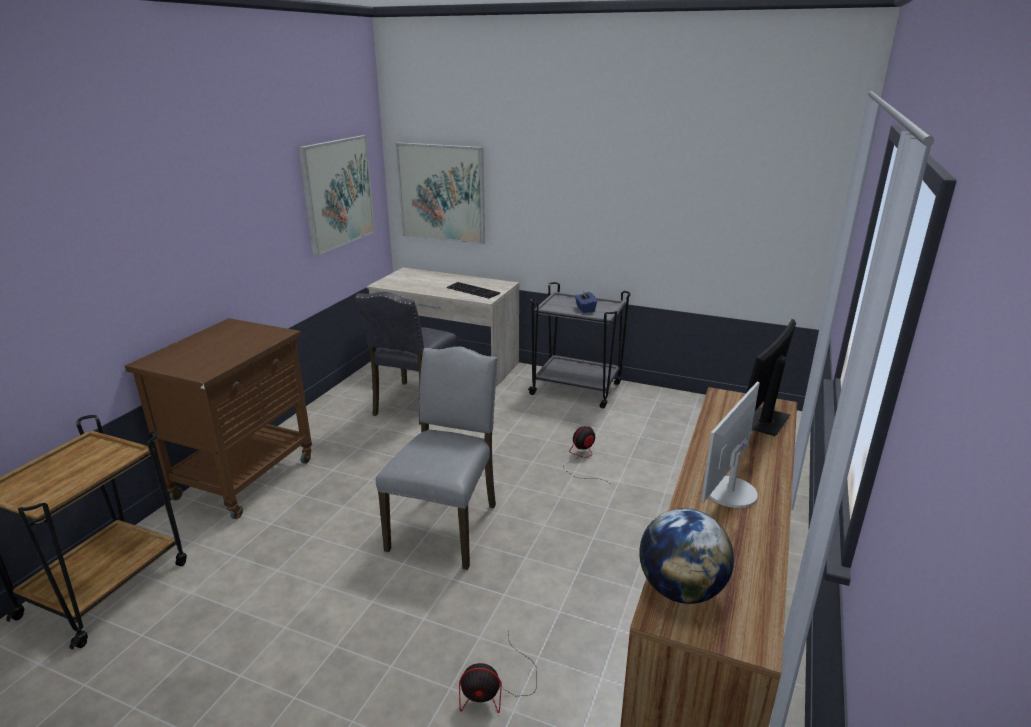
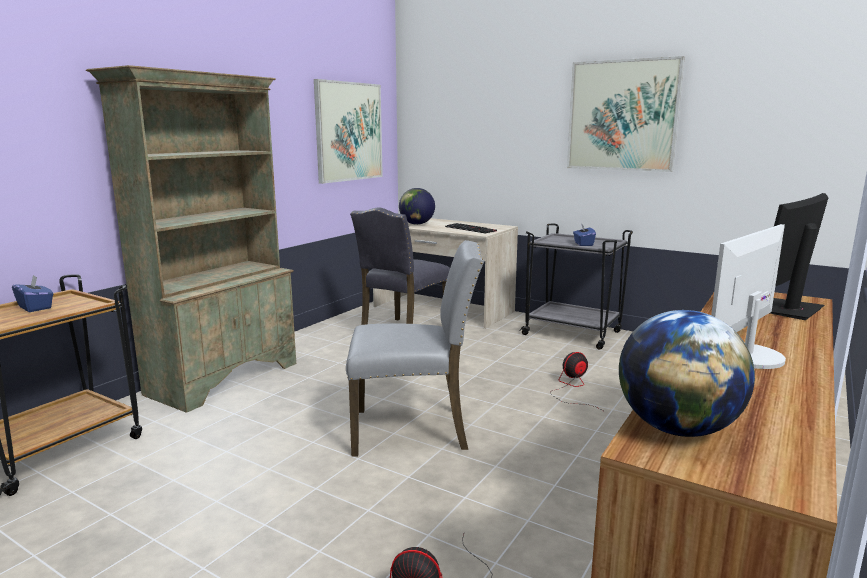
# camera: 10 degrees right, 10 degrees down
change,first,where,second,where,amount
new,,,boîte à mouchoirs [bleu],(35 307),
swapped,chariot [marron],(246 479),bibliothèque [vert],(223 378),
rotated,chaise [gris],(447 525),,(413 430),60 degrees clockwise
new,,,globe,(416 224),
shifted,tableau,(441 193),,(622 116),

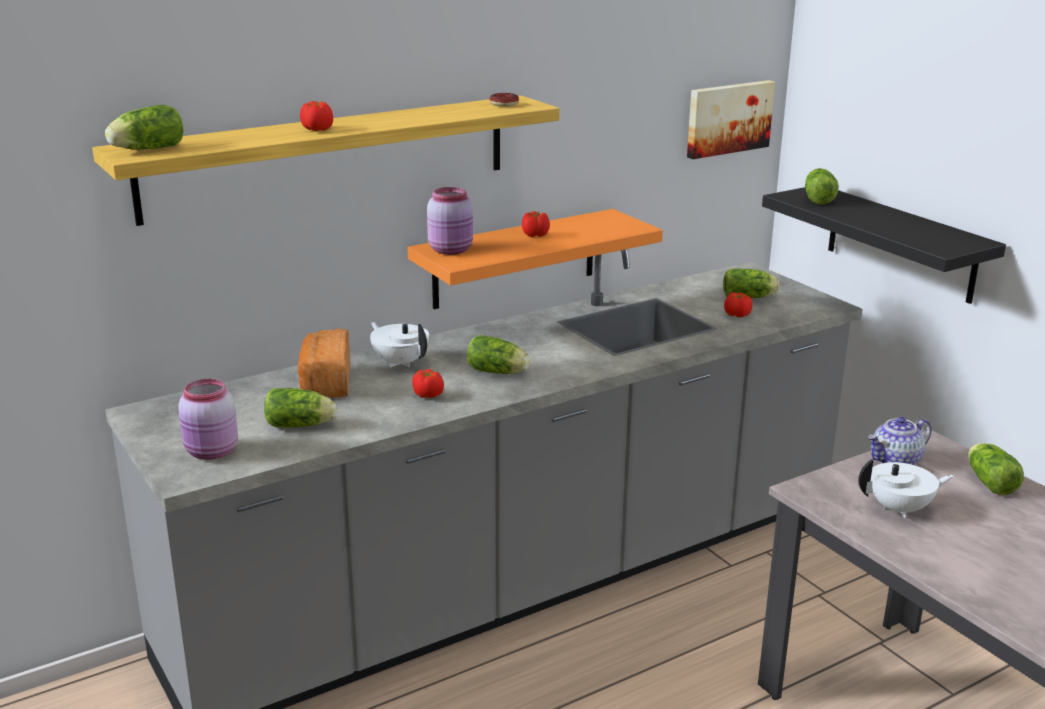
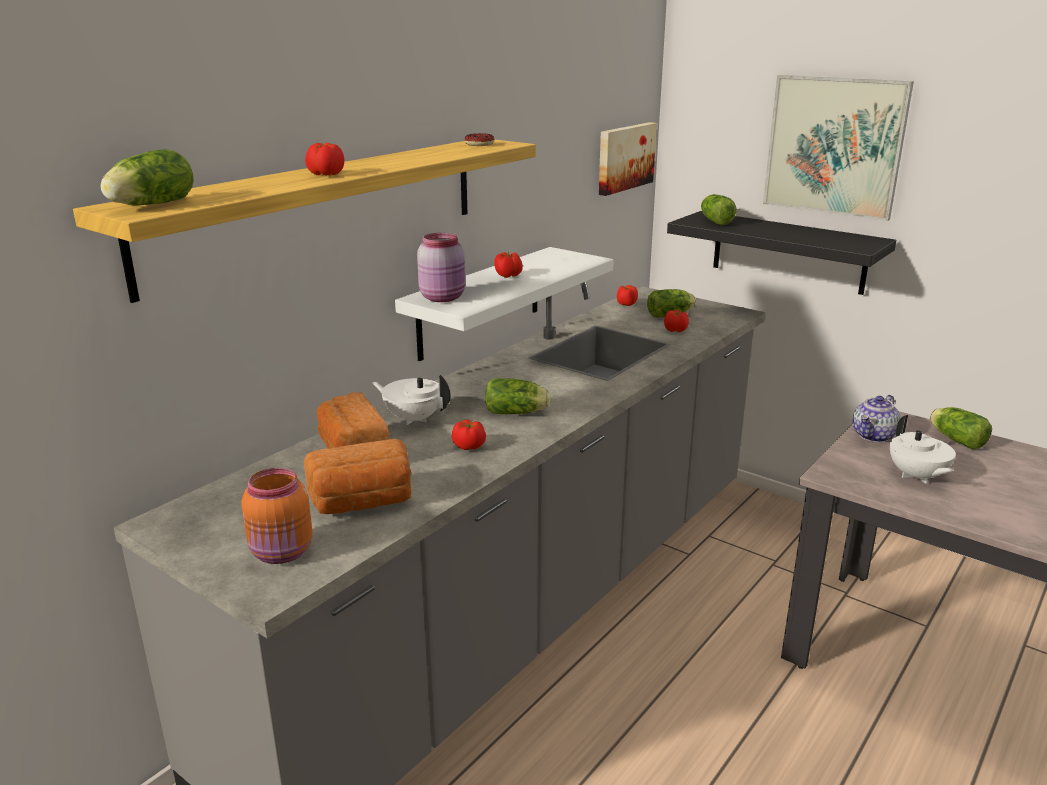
# camera: 20 degrees left, 0 degrees up
change,first,where,second,where,amount
repainted,bocal [rose],(212 452),bocal [orange],(283 553),
swapped,laitue,(302 425),pain,(362 502),
repainted,étagère [orange],(515 259),étagère [blanc],(480 302),
new,,,tomate,(626 304),
new,,,tableau,(834 146),
rotated,théière [blanc],(900 509),,(916 476),105 degrees clockwise

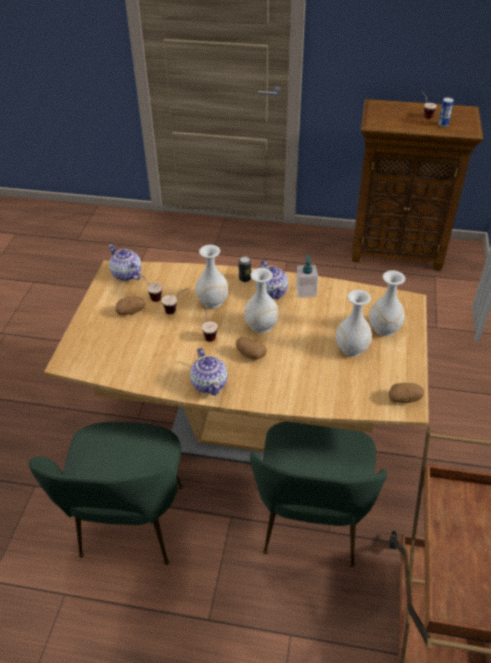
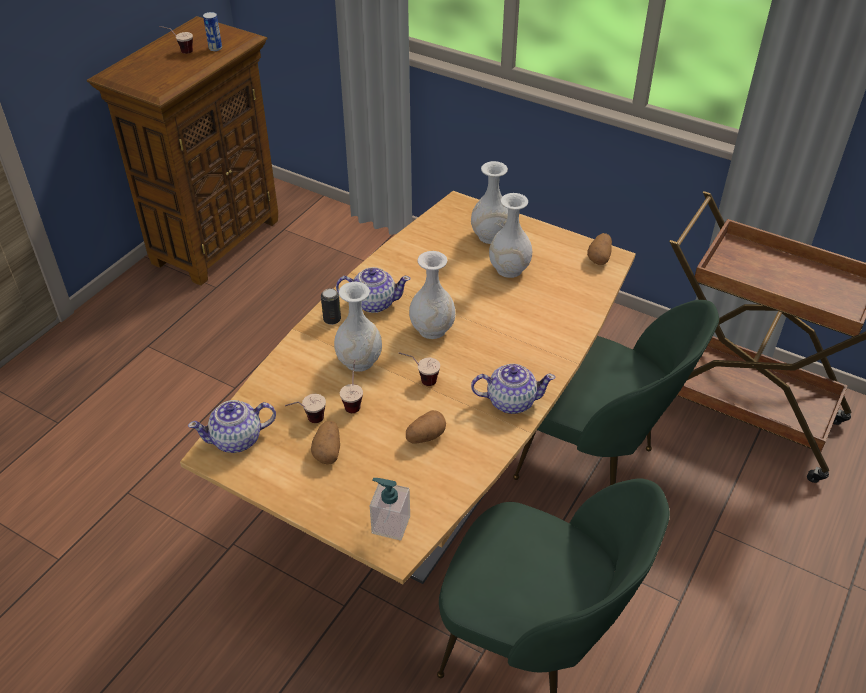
# camera: 70 degrees left, 0 degrees up
change,first,where,second,where,amount
shifted,distributeur de savon,(306 291),,(390 524),
shifted,pomme de terre,(250 354),,(425 436),

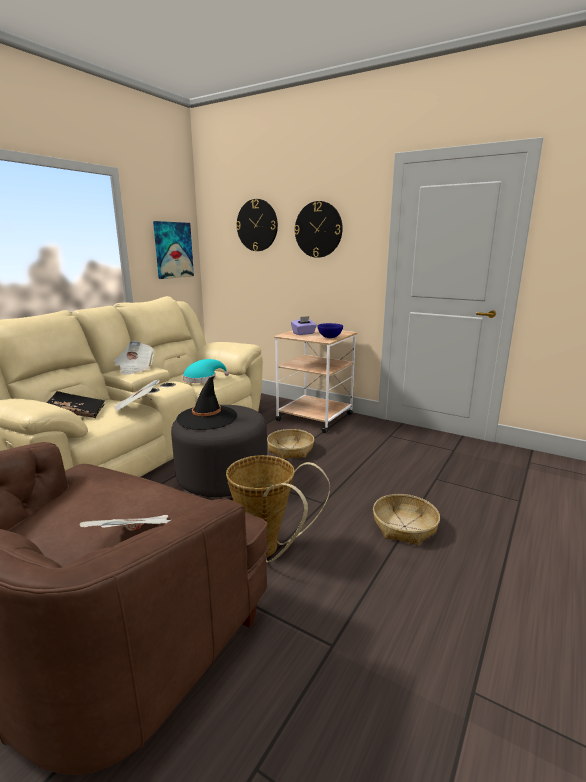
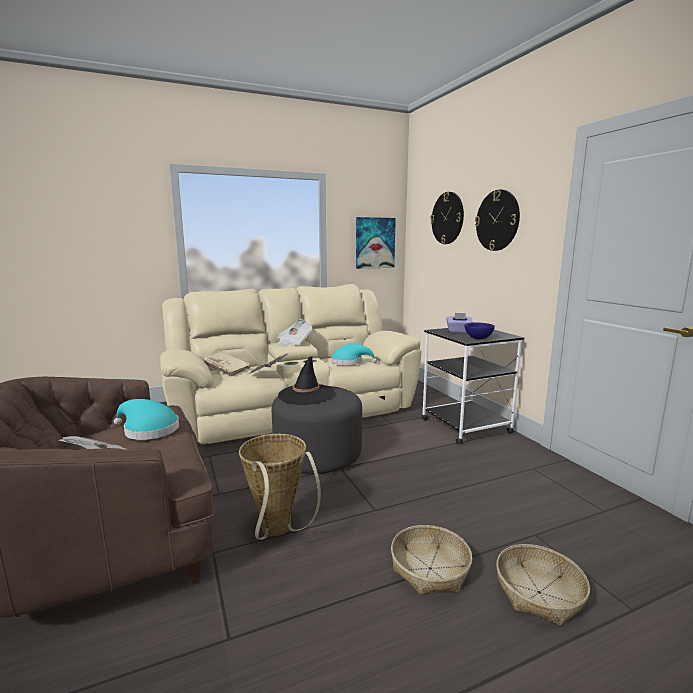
# camera: 35 degrees right, 5 degrees down
change,first,where,second,where,amount
new,,,chapeau [turquoise],(148 430),
repainted,livre [noir],(77 413),livre [beige],(226 370),
repainted,chariot [beige],(315 418),chariot [noir],(466 427),
shifted,panier,(290 450),,(538 592),

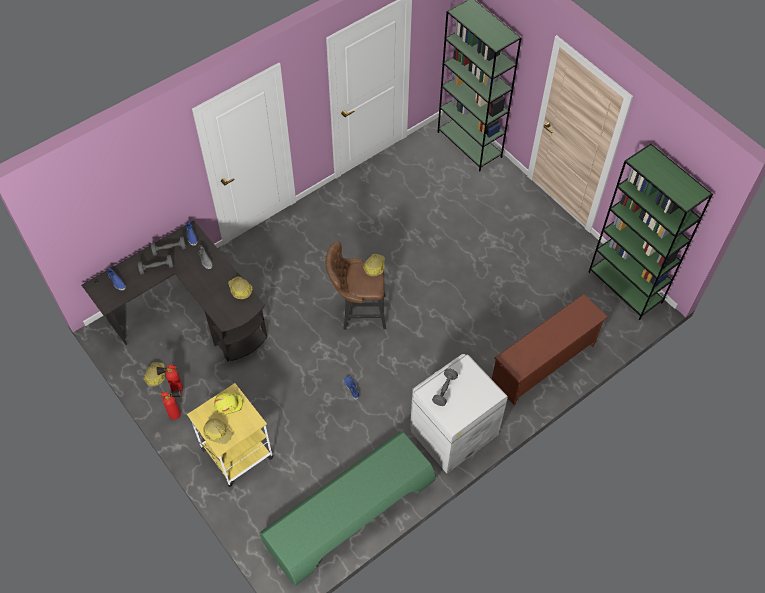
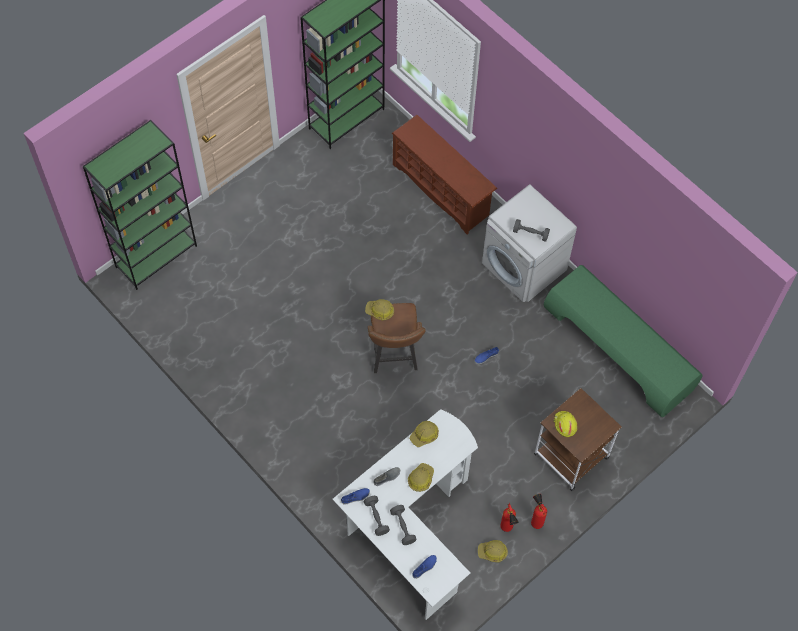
# camera: 95 degrees left, 5 degrees up
change,first,where,second,where,amount
repainted,bureau [noir],(192 313),bureau [blanc],(409 527),
shifted,casque de chantier,(217 433),,(420 479),
repainted,chariot [jaune],(236 452),chariot [marron],(570 457),

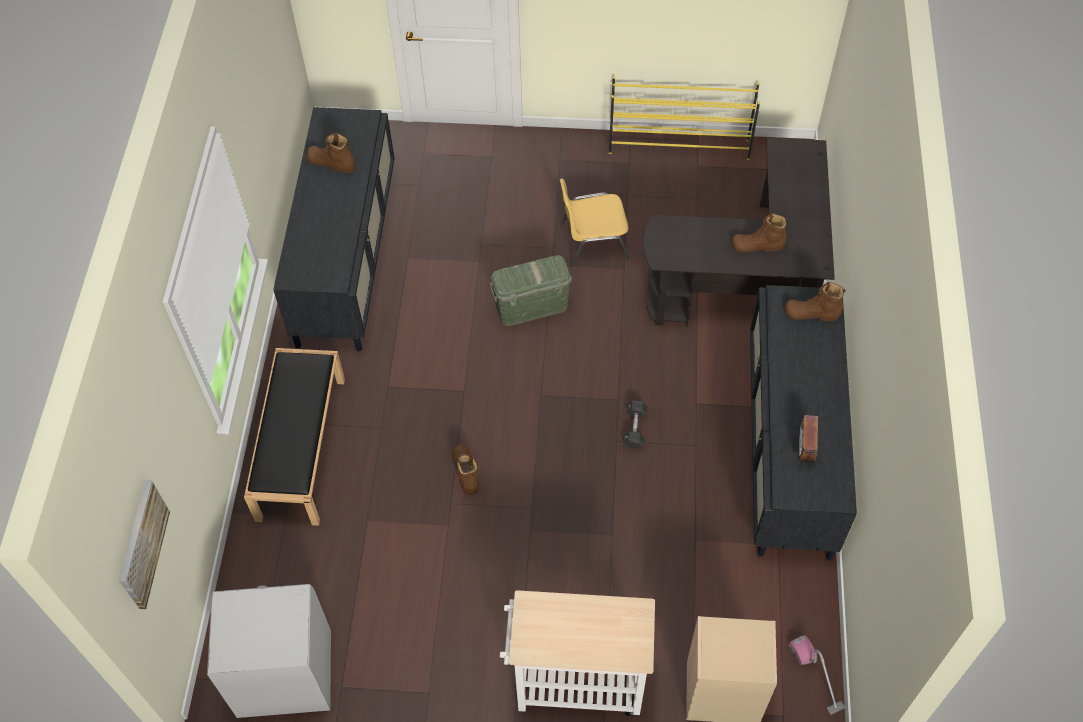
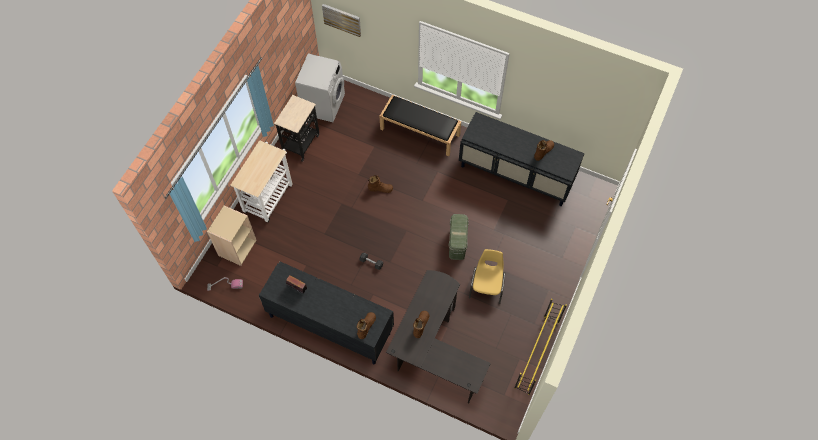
# camera: 110 degrees right, 5 degrees up
change,first,where,second,where,amount
new,,,chariot,(301 143),

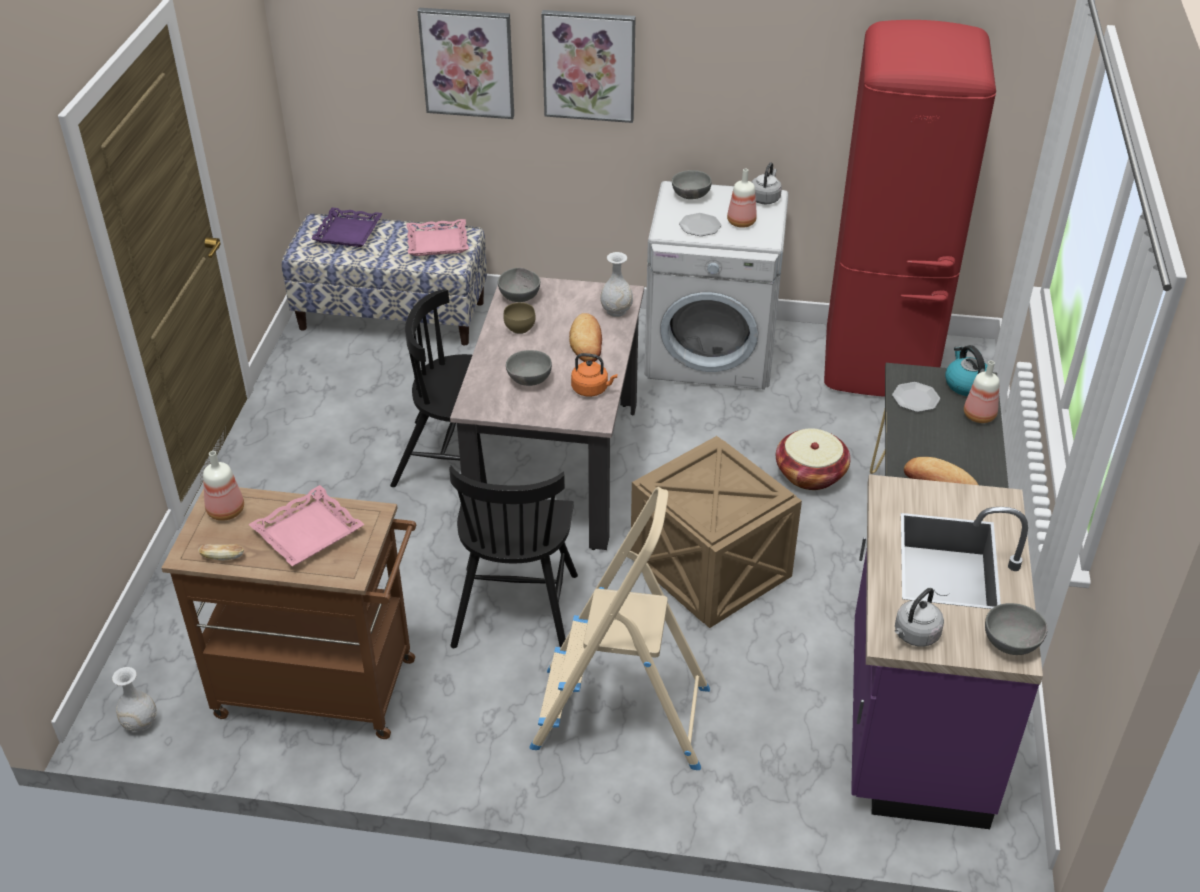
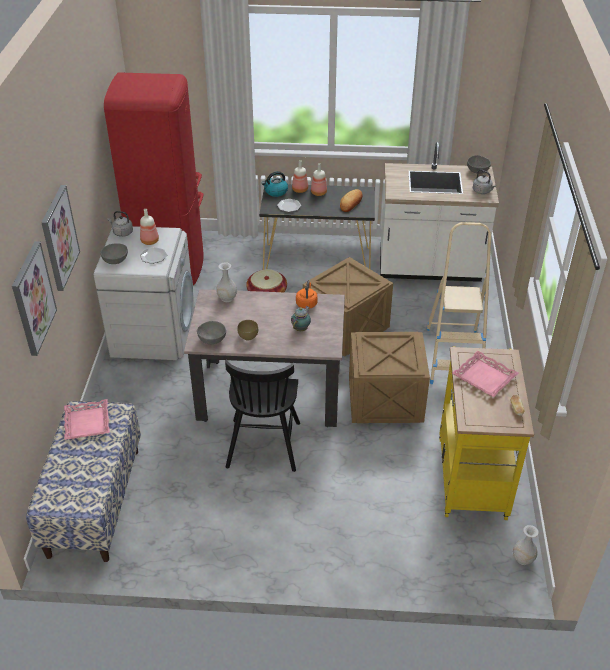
# camera: 95 degrees left, 0 degrees up
change,first,where,second,where,amount
swapped,bol [gris],(528 380),théière,(301 328),
shifted,bouteille,(224 511),,(318 193),
swapped,chaise [noir],(516 603),caisse,(386 400),
repainted,comptoir de cuisine [violet],(912 724),comptoir de cuisine [blanc],(429 268),
repainted,chariot [marron],(322 689),chariot [jaune],(471 475),
gone,plateau [violet],(348 232),,,
gone,pain,(587 342),,,

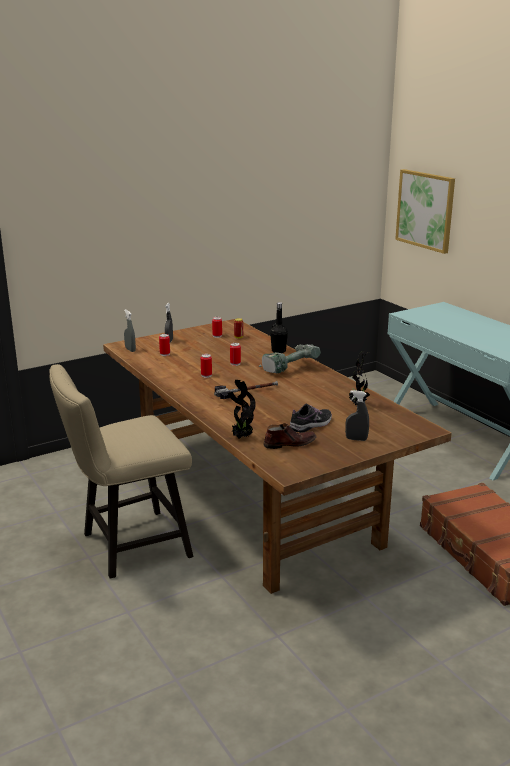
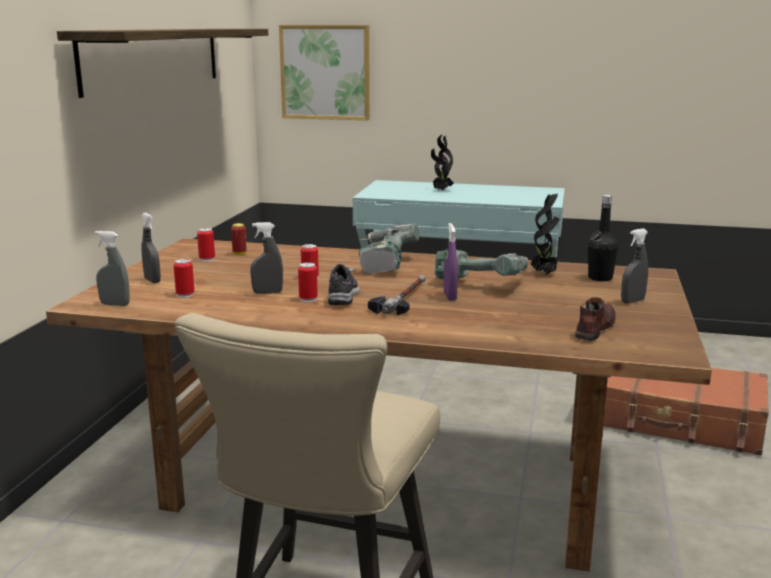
# camera: 45 degrees left, 5 degrees down
change,first,where,second,where,amount
new,,,étagère,(154 58),
new,,,vaporisateur [gris],(267 292),
shifted,chaussure,(311 425),,(343 296),
shifted,plante en pot,(241 438),,(441 190),
new,,,perceuse,(482 283),
new,,,vaporisateur [violet],(450 297),
shifted,bouteille [noir],(278 351),,(600 278),

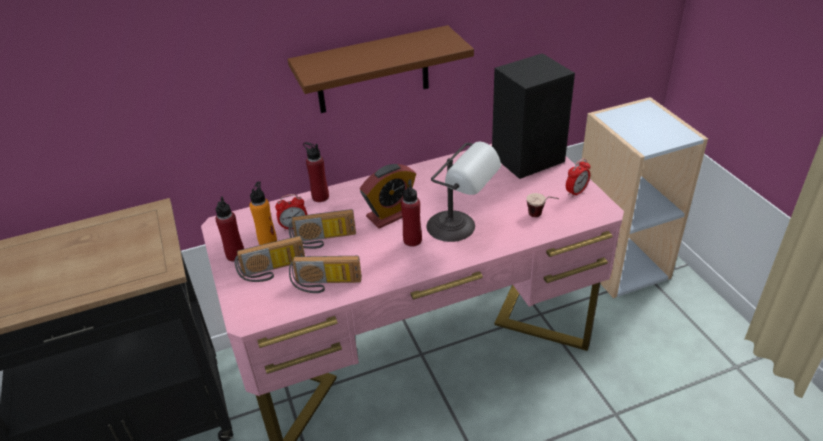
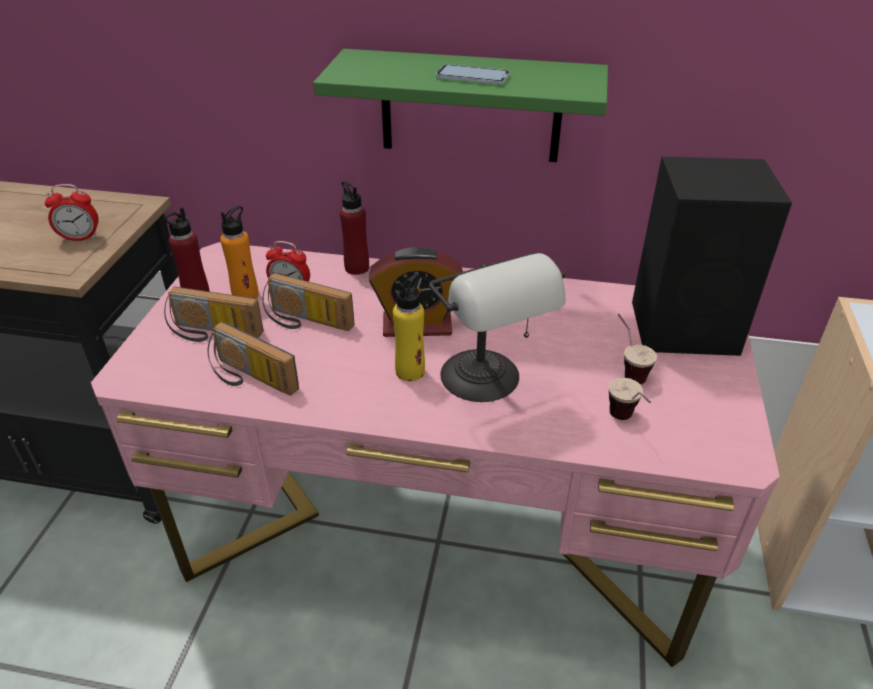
# camera: 30 degrees right, 0 degrees up
change,first,where,second,where,amount
shifted,réveil,(576 192),,(80 238),
repainted,étagère [marron],(372 71),étagère [vert],(470 107),
repainted,bouteille [rouge],(412 240),bouteille [jaune],(410 371),
new,,,téléphone,(472 76),
new,,,tasse,(627 370),

